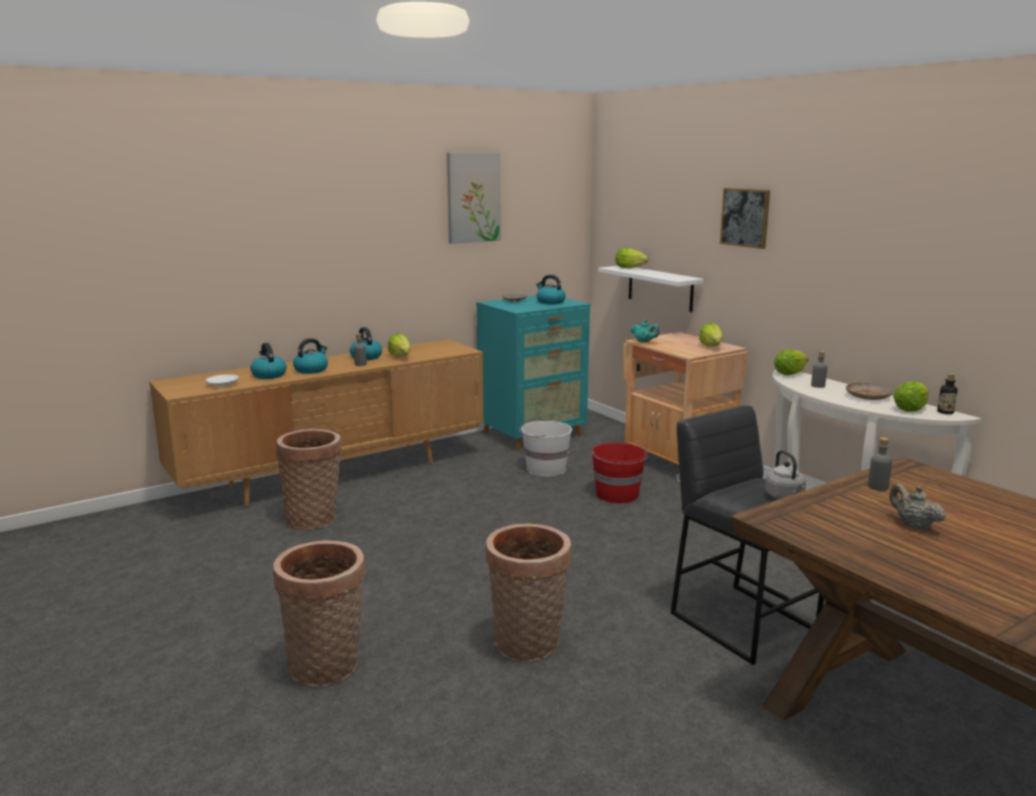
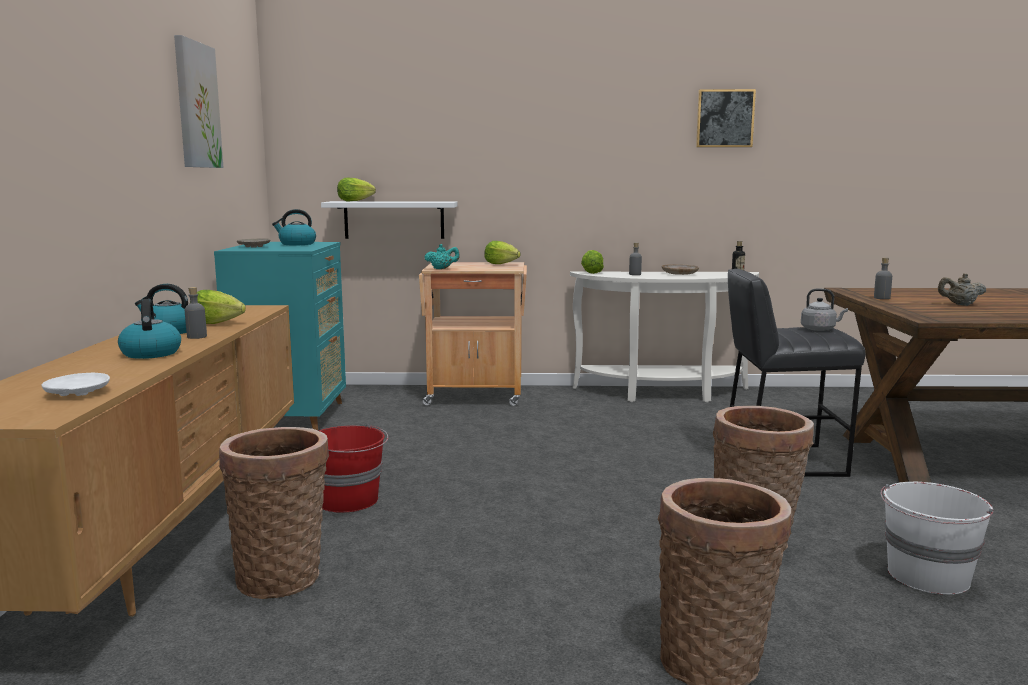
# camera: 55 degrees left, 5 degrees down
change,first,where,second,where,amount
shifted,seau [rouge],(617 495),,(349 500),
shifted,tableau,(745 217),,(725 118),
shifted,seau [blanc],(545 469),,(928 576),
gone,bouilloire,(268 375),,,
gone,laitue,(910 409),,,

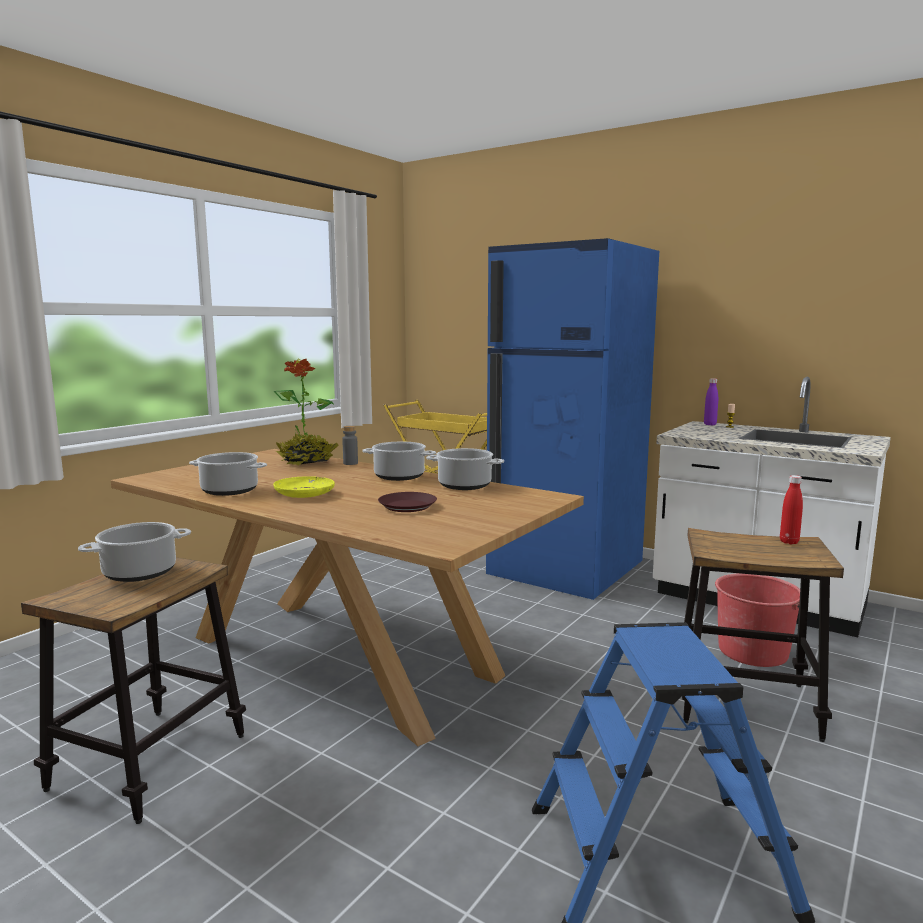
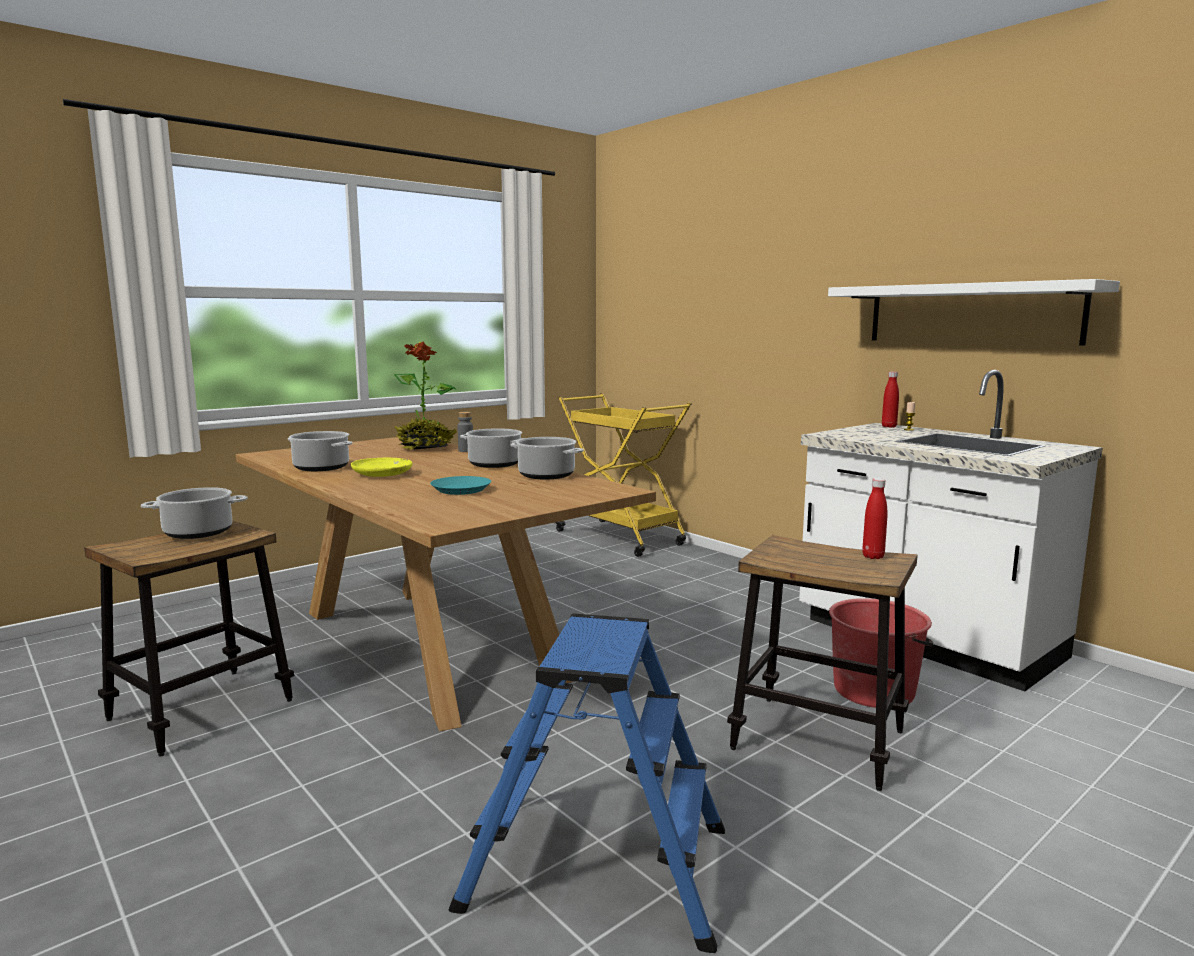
# camera: 15 degrees right, 0 degrees up
change,first,where,second,where,amount
repainted,assiette [marron],(407 506),assiette [turquoise],(461 490),
new,,,étagère [blanc],(971 314),
repainted,bouteille [violet],(710 424),bouteille [rouge],(889 426),
gone,réfrigérateur [bleu],(567 567),,,

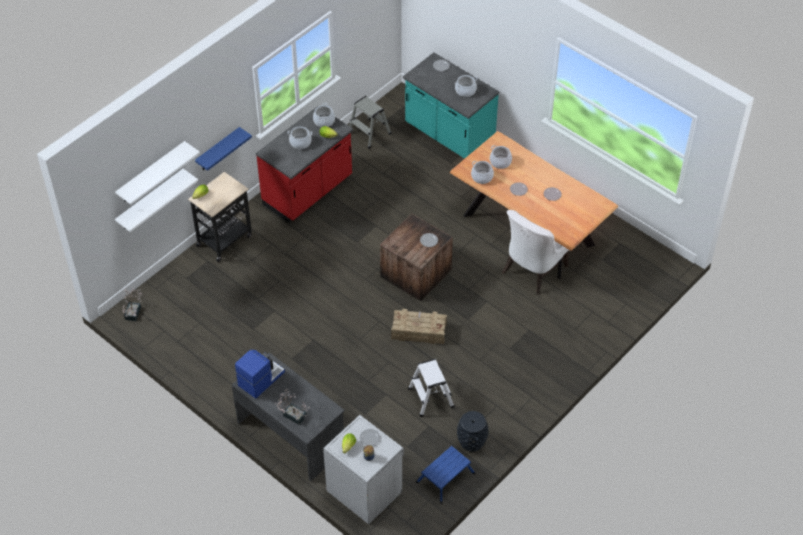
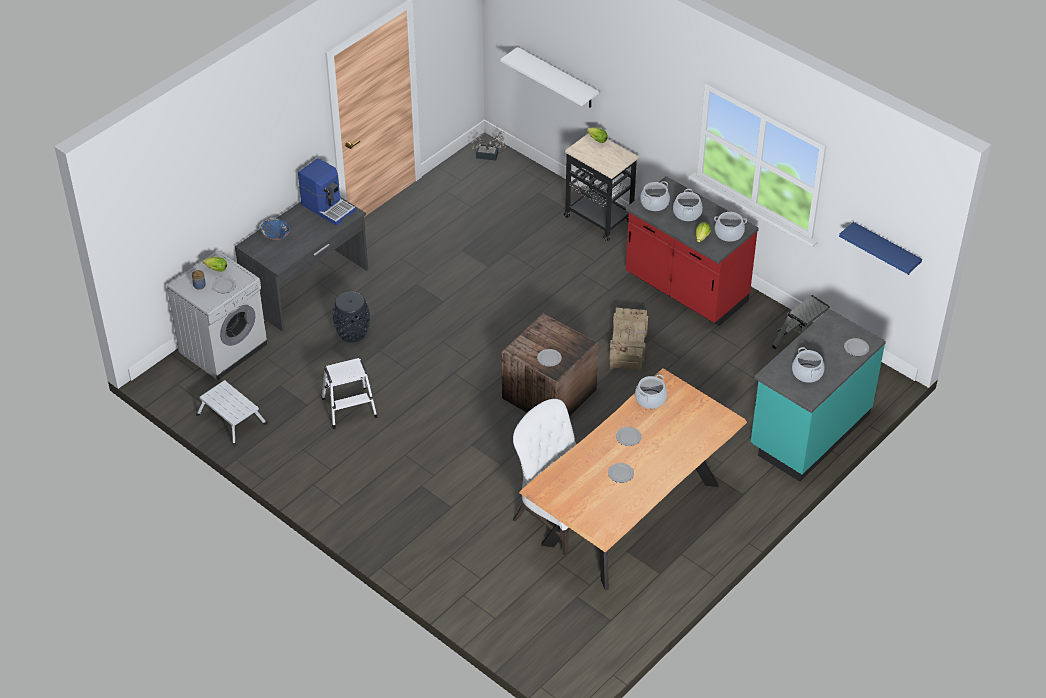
# camera: 90 degrees right, 5 degrees down
change,first,where,second,where,amount
repainted,escabeau [bleu],(445 478),escabeau [blanc],(231 419),
swapped,plante en pot,(292 414),bol [bleu],(276 234),
shifted,tabouret [noir],(472 441),,(352 333),
shifted,caisse,(418 331),,(628 345),
shifted,marmite,(500 162),,(654 203),
shifted,étagère [bleu],(218 150),,(885 250),
gone,étagère [blanc],(151 173),,,

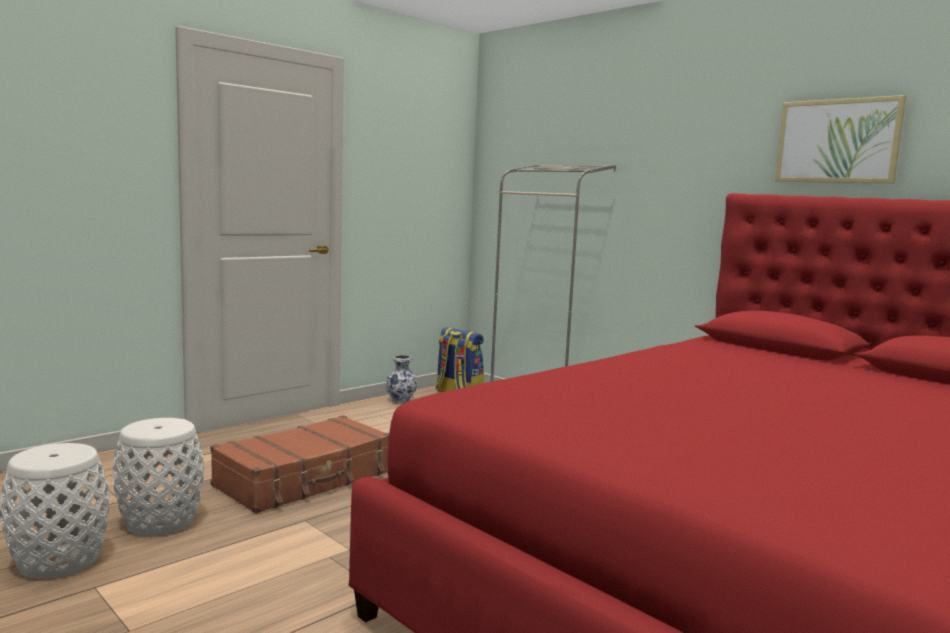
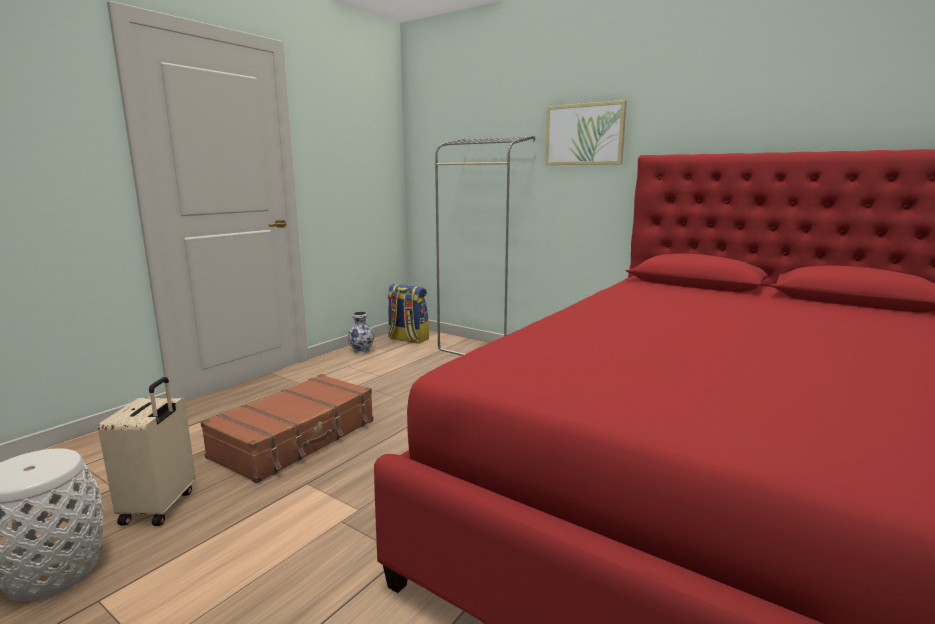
# camera: 10 degrees left, 5 degrees up
change,first,where,second,where,amount
swapped,tabouret [blanc],(160 522),valise [beige],(160 507),
shifted,tableau,(837 141),,(584 134),

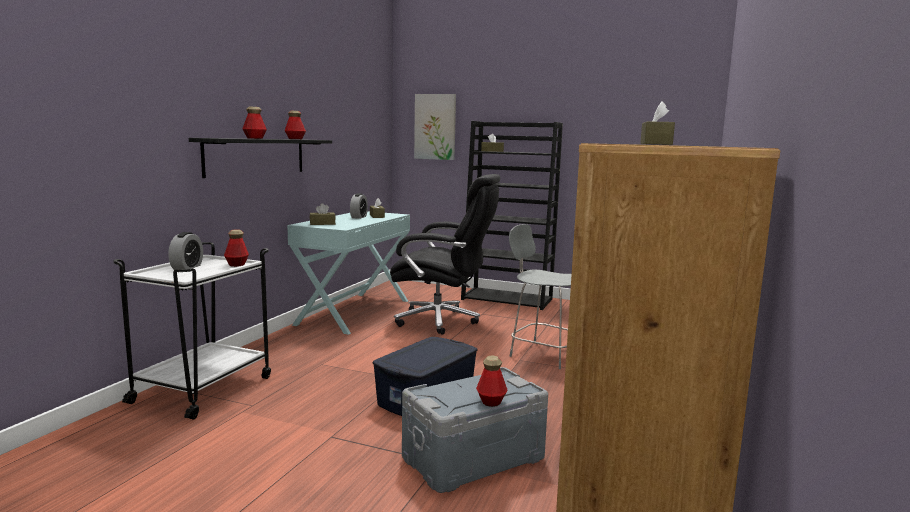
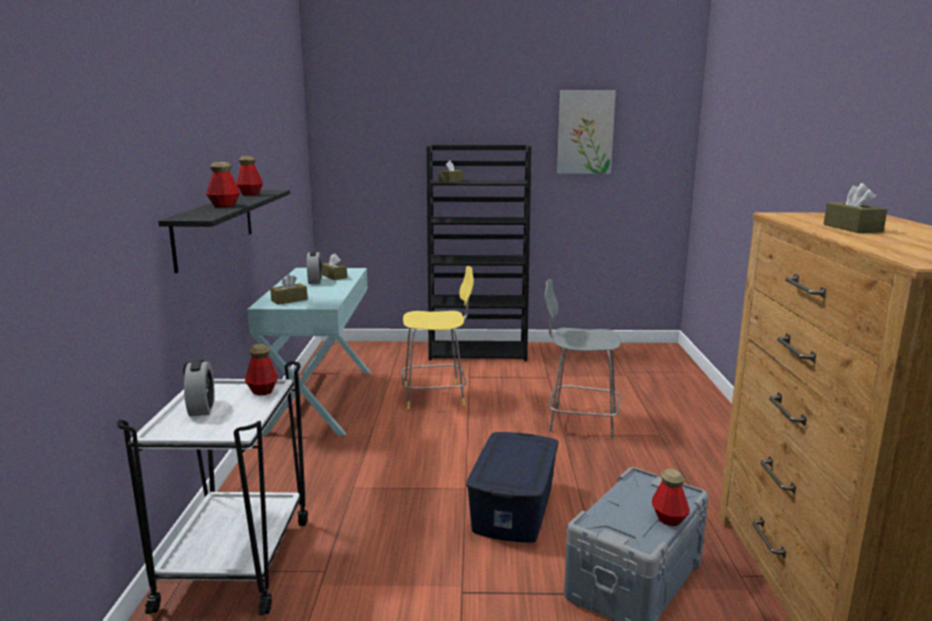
# camera: 20 degrees left, 5 degrees up
change,first,where,second,where,amount
swapped,chaise de bureau [noir],(442 321),tabouret [jaune],(436 396),
shifted,tableau,(435 127),,(585 132),

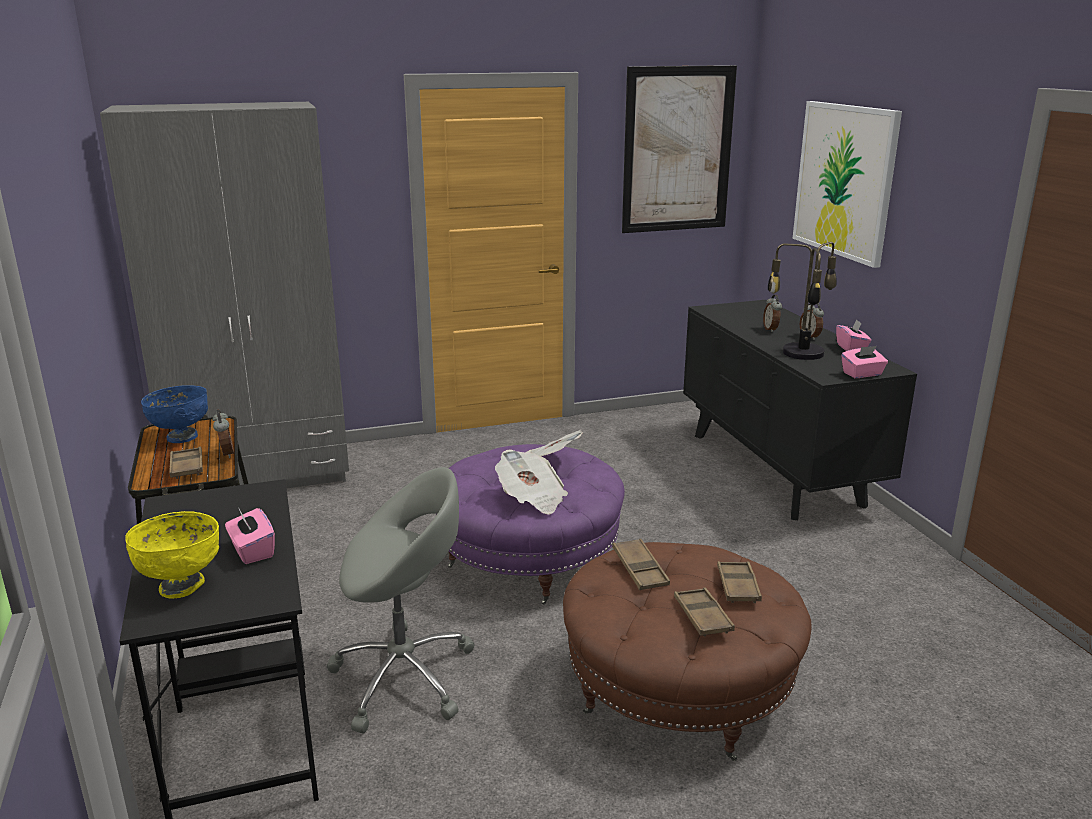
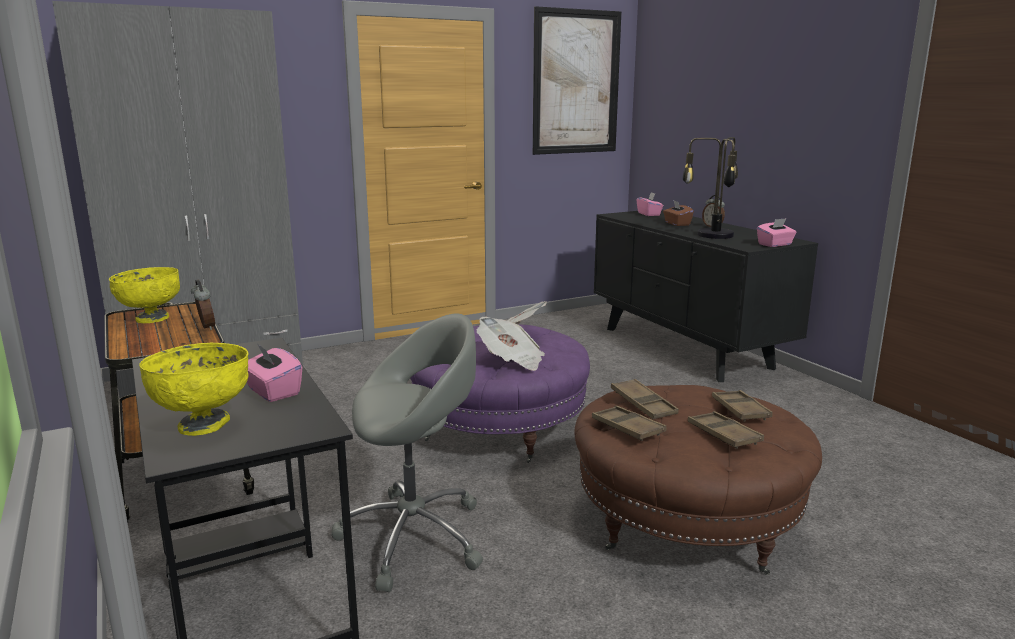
# camera: 10 degrees left, 5 degrees down
change,first,where,second,where,amount
repainted,bol [bleu],(181 437),bol [jaune],(151 319),
shifted,plateau [marron],(187 467),,(627 428),
shifted,boîte à mouchoirs [rose],(851 348),,(649 214),
swapped,réveil,(771 329),boîte à mouchoirs [marron],(677 224),
gone,tableau,(845 180),,,

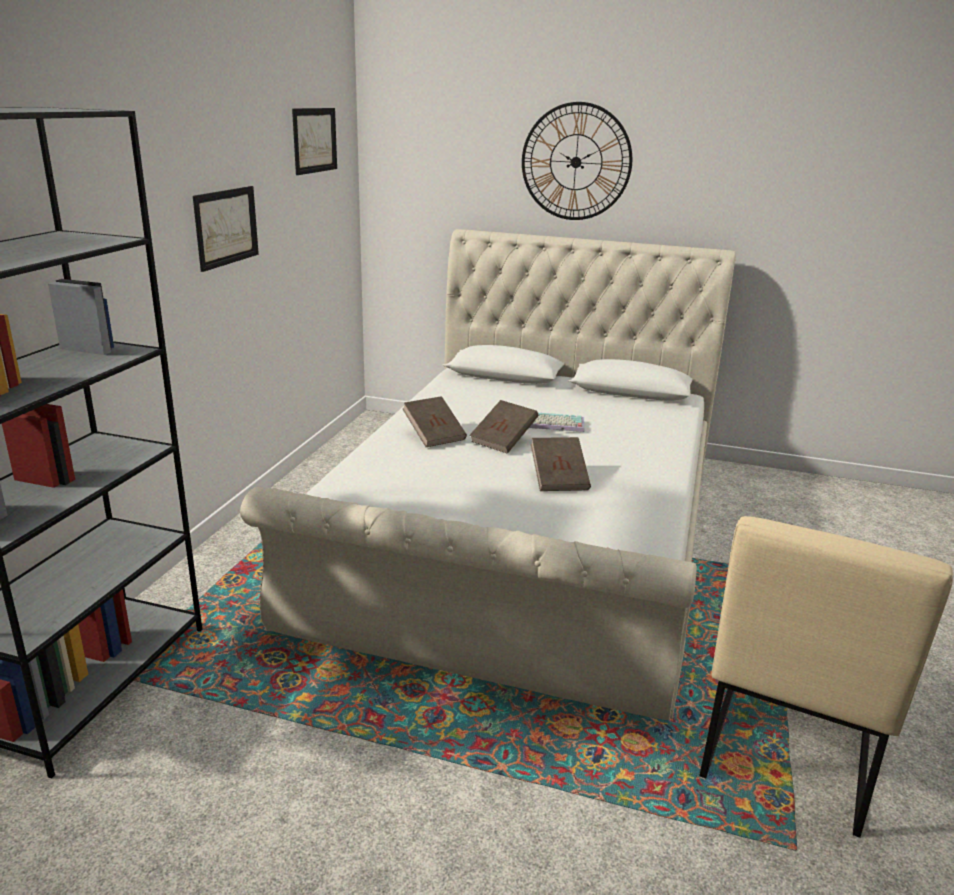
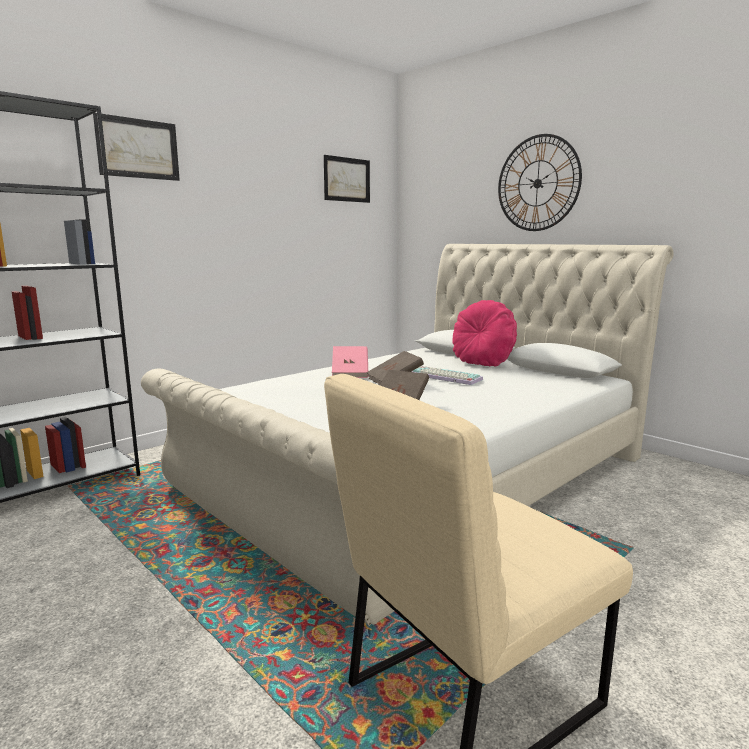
# camera: 30 degrees right, 10 degrees down
change,first,where,second,where,amount
shifted,tableau,(226 227),,(138 148),
repainted,livre [marron],(434 435),livre [rose],(350 373),
new,,,coussin [rose],(482 364),

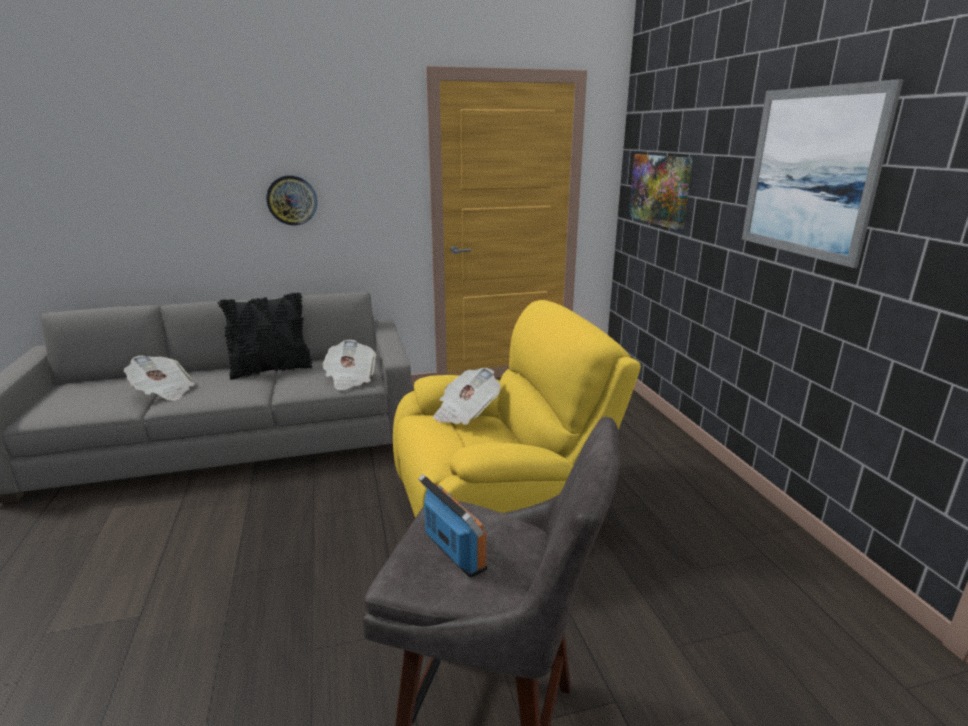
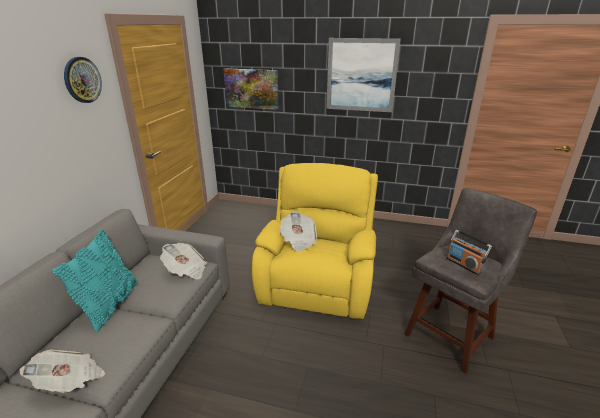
# camera: 60 degrees left, 5 degrees up
change,first,where,second,where,amount
repainted,coussin [noir],(271 369),coussin [turquoise],(109 305),
shifted,horloge murale,(292 200),,(82 80),
rotated,radio,(454 551),,(464 265),120 degrees counterclockwise

